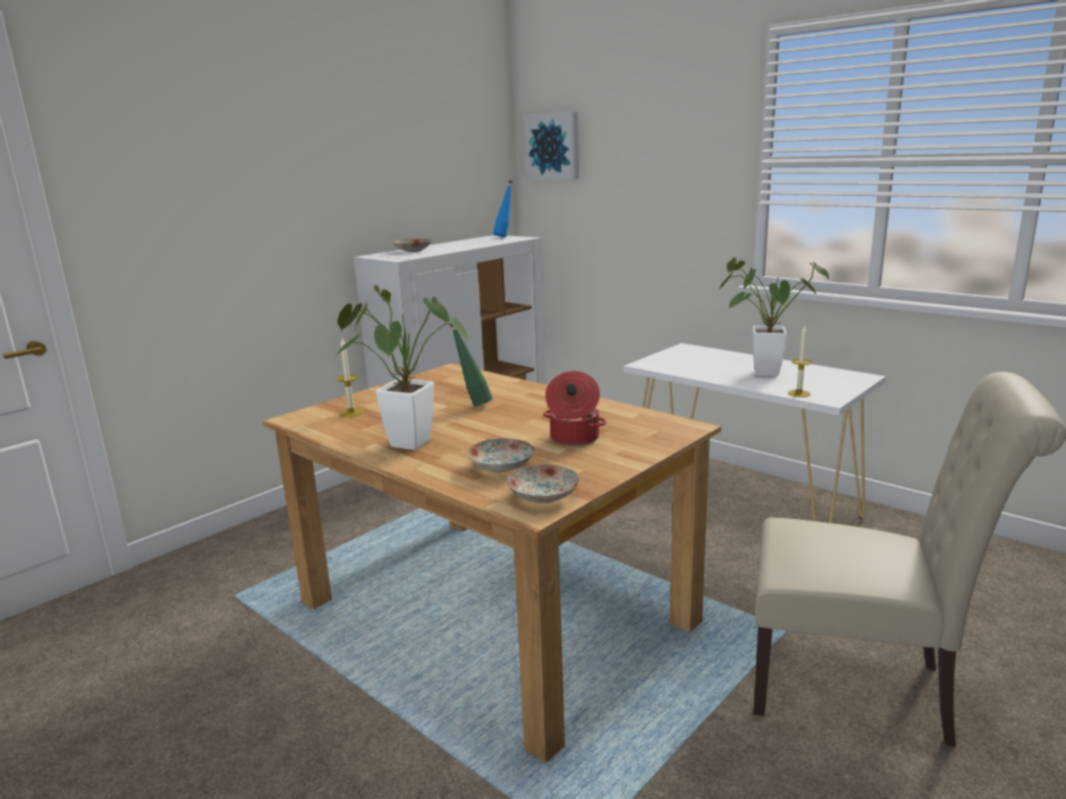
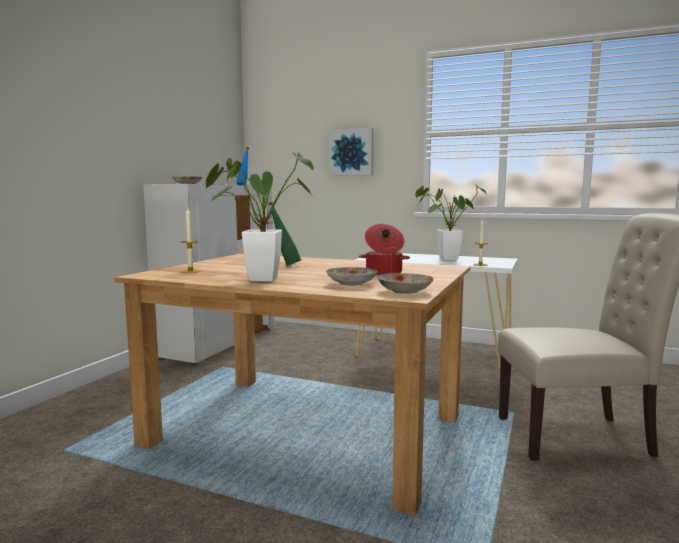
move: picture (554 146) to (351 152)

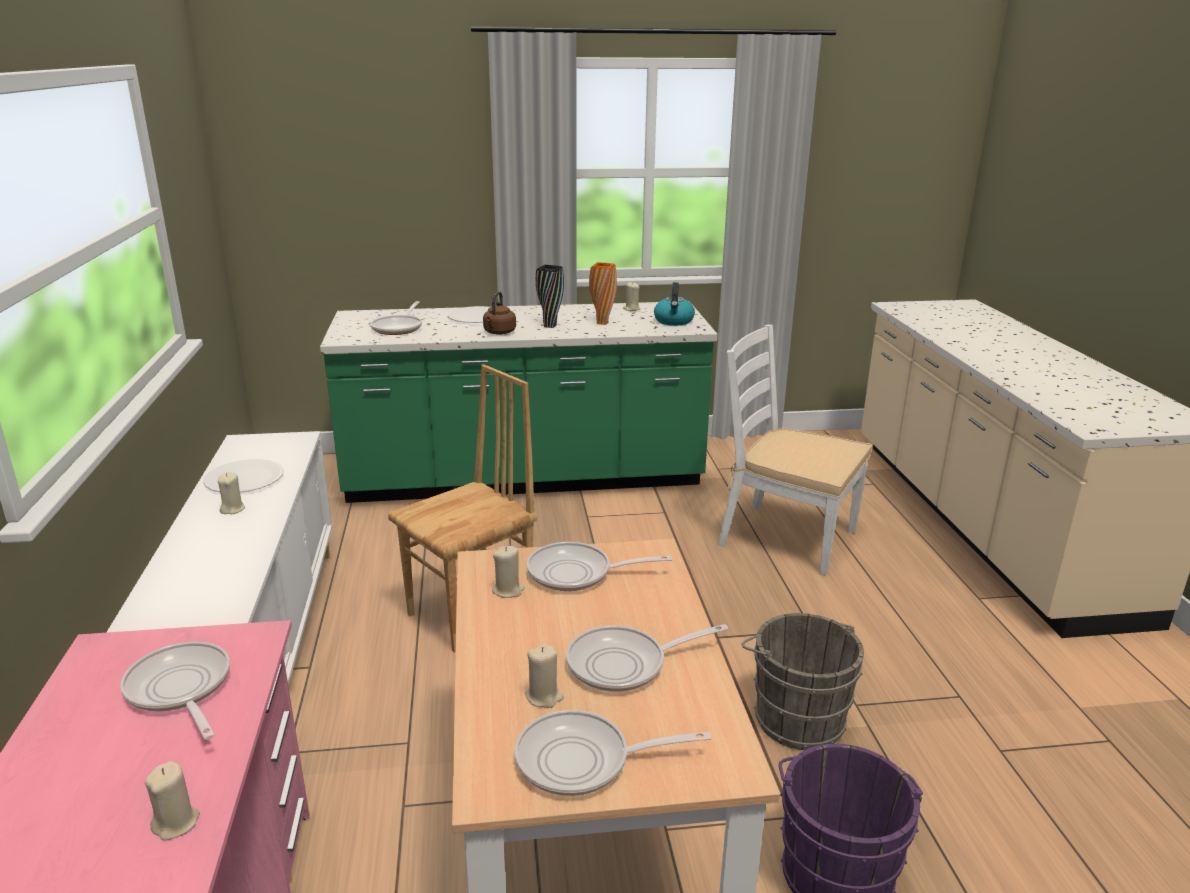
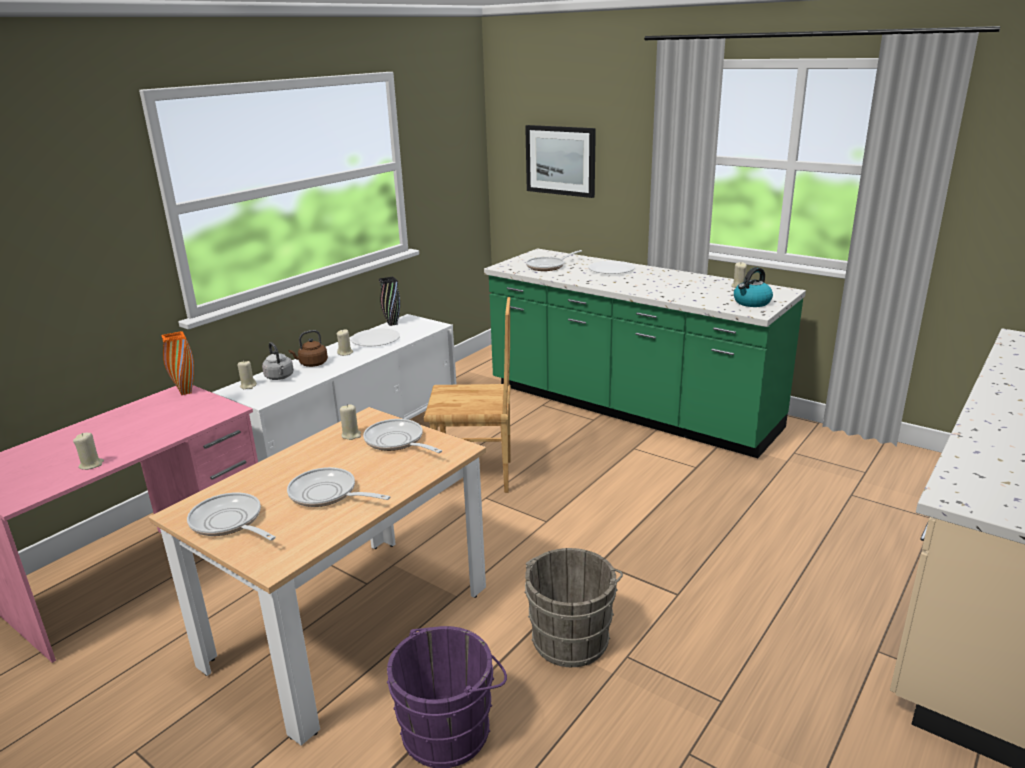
delete: frying pan (180 690); white chair (785 537)
insert: grey kettle (280 377); picture (560 160)
move: orange vase (602 323) to (185 392); beige candle (544 697) to (248 386); brown kettle (499 333) to (312 364); black vase (550 326) to (392 324)

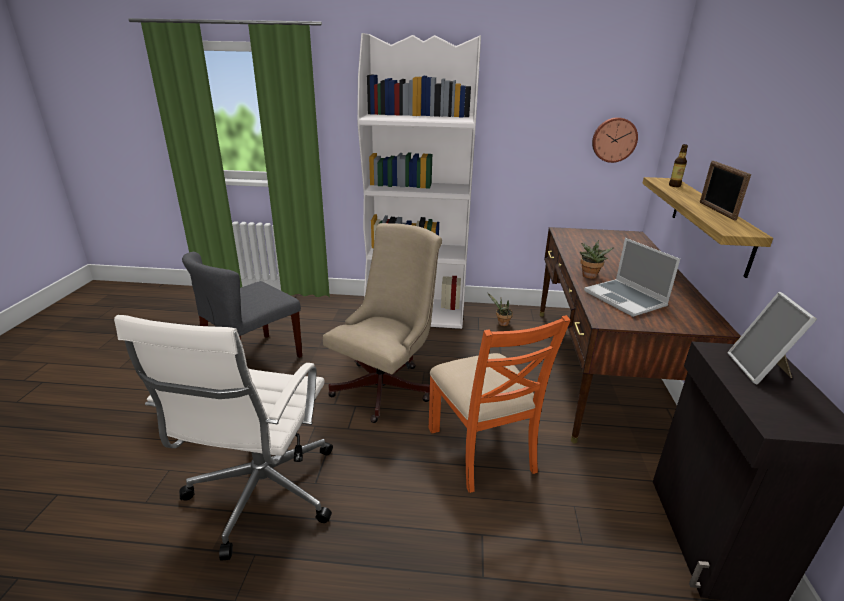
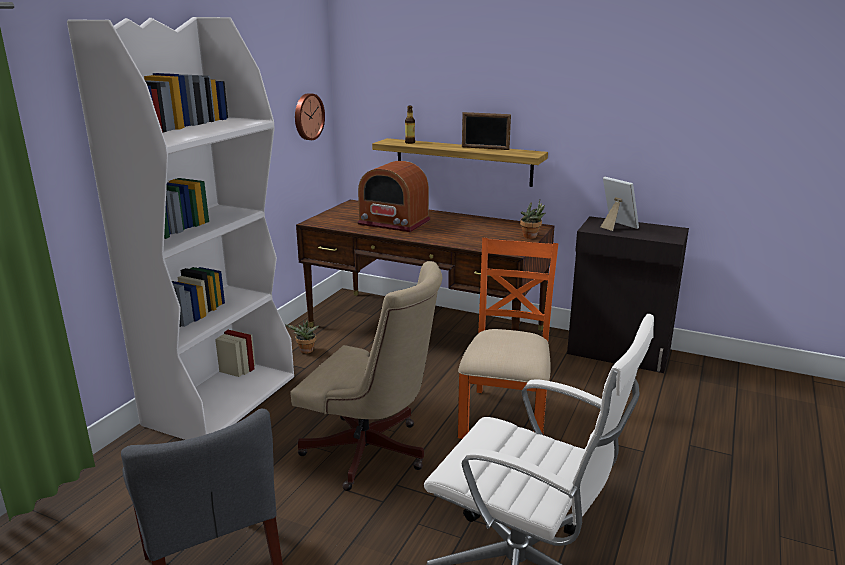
delete: laptop (626 299)
insert: radio (394 222)
move: potted plant (589 277) to (531 237)
rotate: beige office chair (387 386) = (372 454) 150 degrees clockwise; orange chair (482 449) = (505 416) 75 degrees counterclockwise; picture frame (760 370) = (616 226) 150 degrees counterclockwise

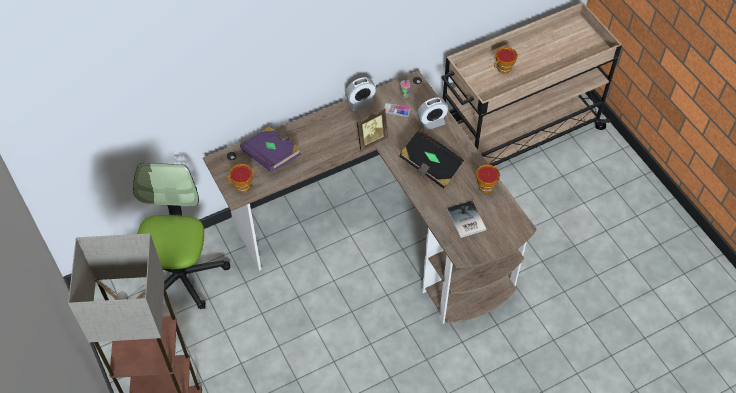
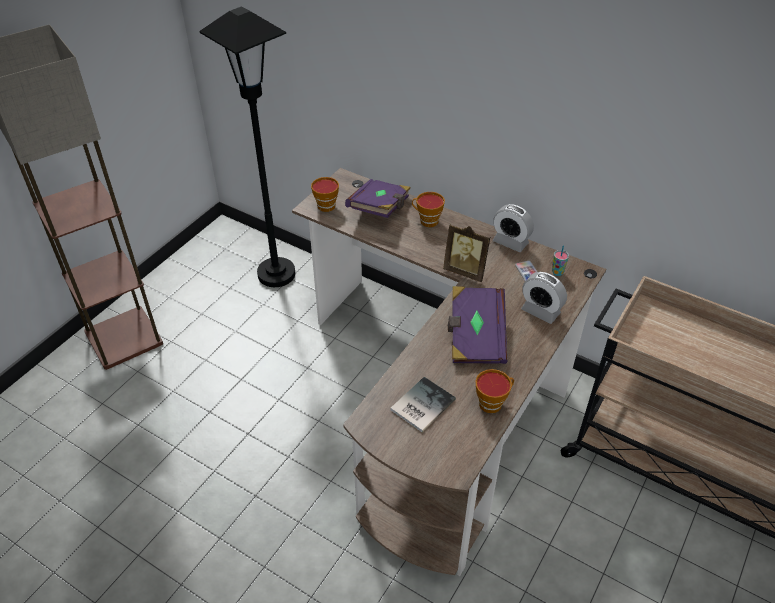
move: cup (502 69) to (426 221)
replace: office chair (182 275) to black floor lamp (276 274)
recolor: black book (430 166) to purple book (475 337)

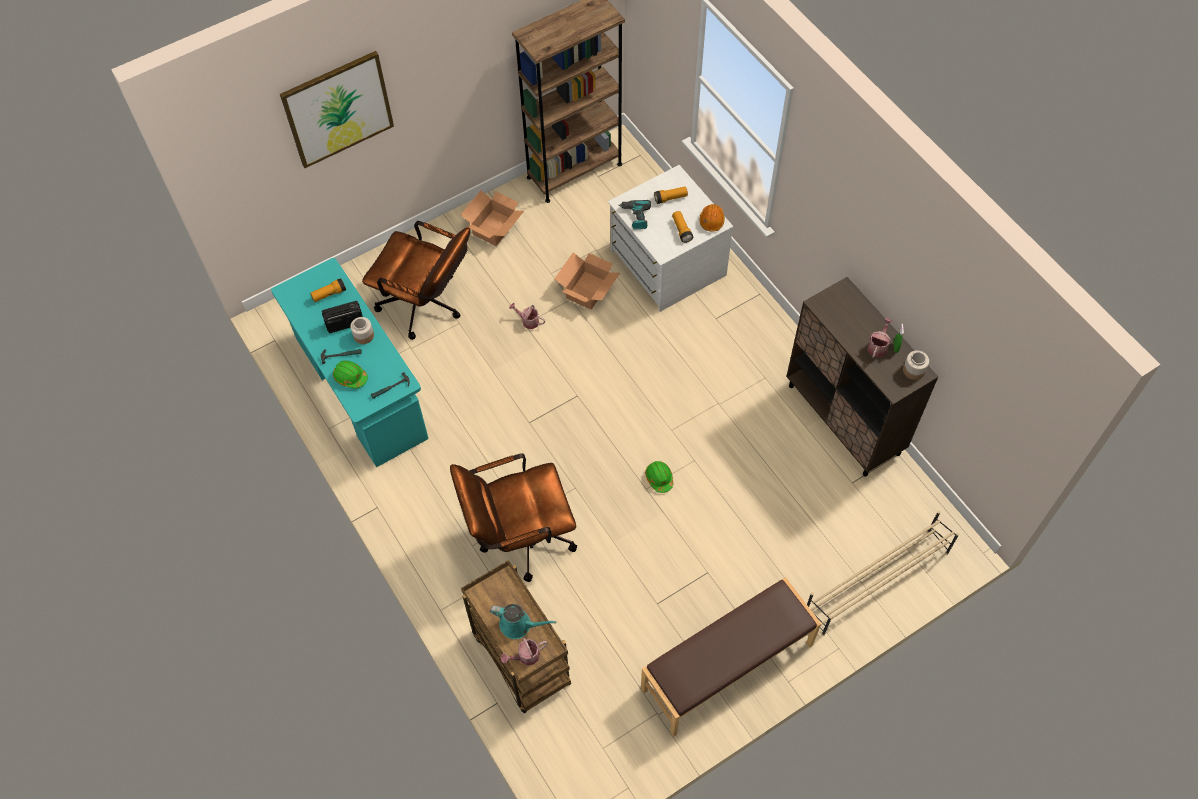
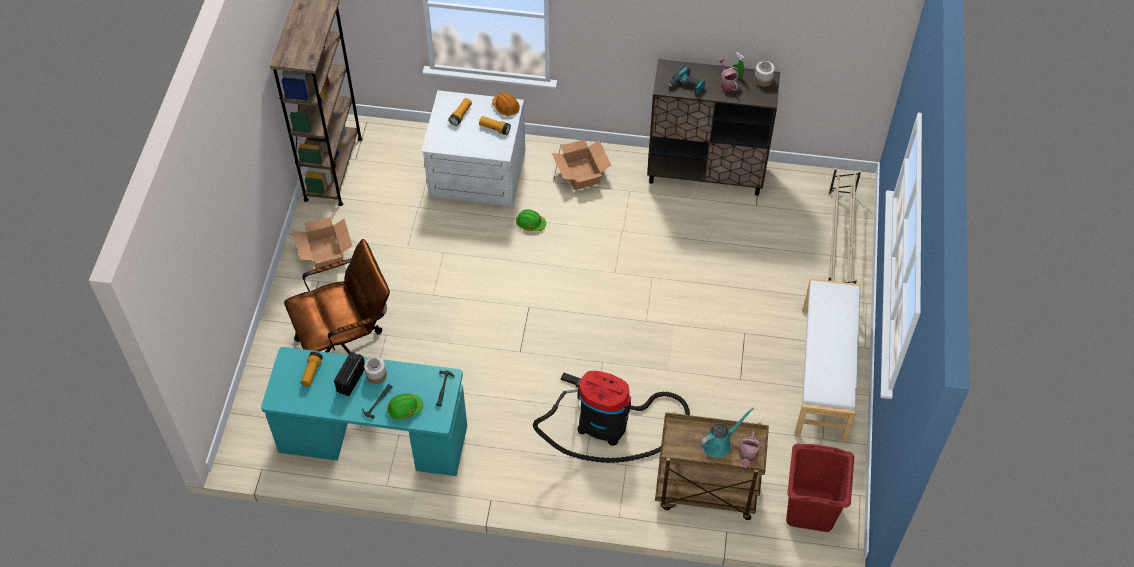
delete: picture (338 109); watering can (528 321)
insert: red laundry basket (809 509)
move: green hard hat (659 478) to (530 223); cardboard box (588 290) to (581 173); power drill (635 217) to (686 86)
replace: brown office chair (519 538) to vacuum cleaner (609 425)
recolor: brown bench (728 667) to white bench (824 373)

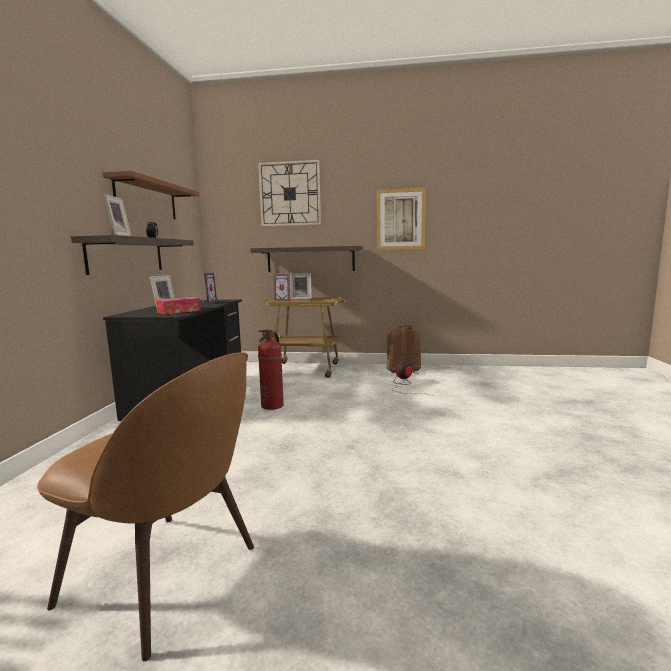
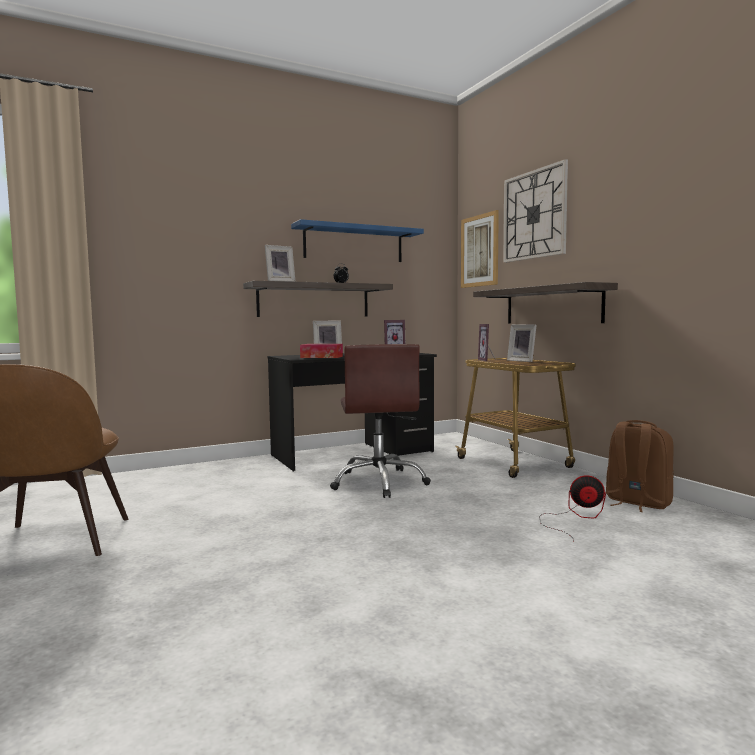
move: picture (400 219) to (479 251)
replace: fire extinguisher (272 406) to brown office chair (379 482)
recolor: brown shelf (146 199) to blue shelf (354 244)

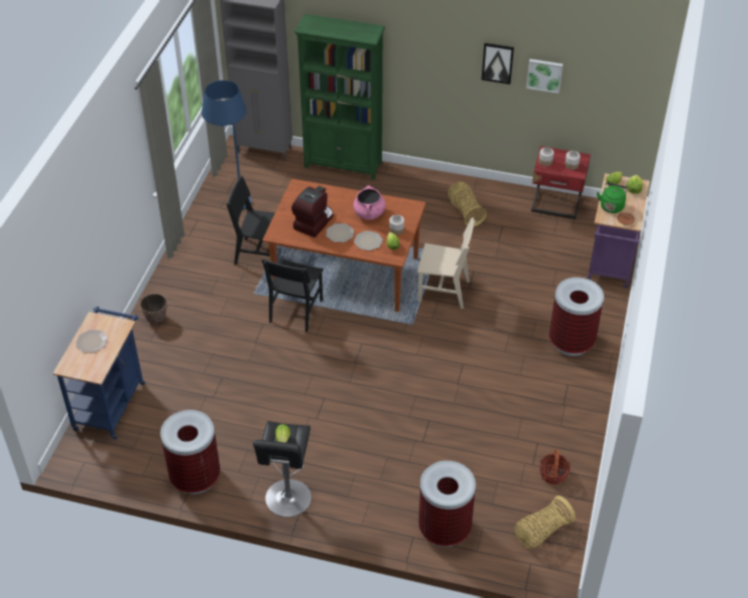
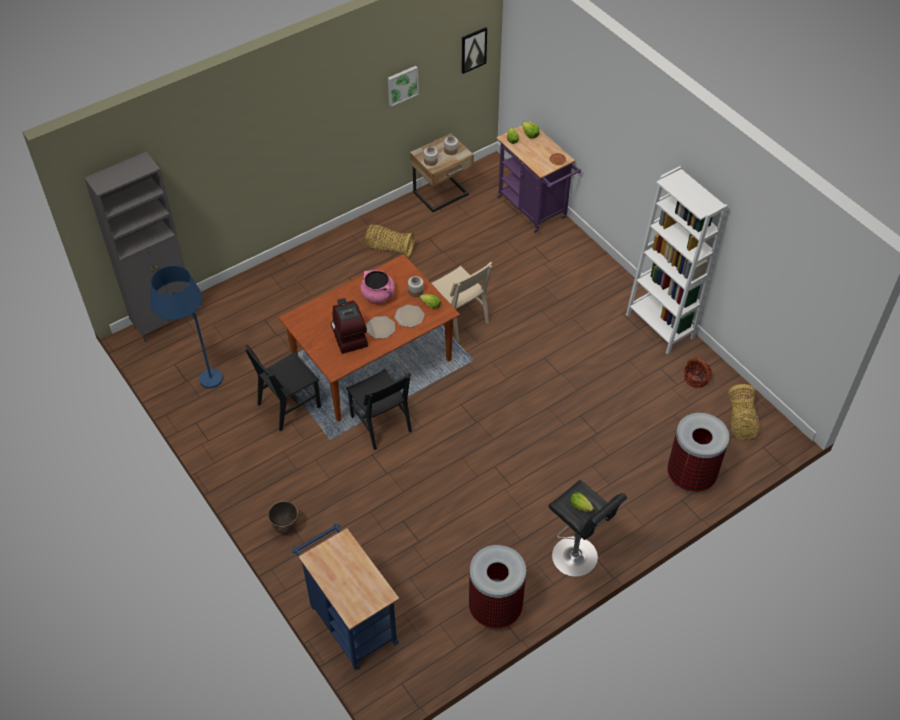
delete: plate (91 341); green bookcase (343 165); trash can (571 342); green kettle (611 206)
insert: white bookcase (659 326)
move: picture (497 62) to (473 50)
recolor: red nightstand (556 205) to beige nightstand (442 195)
rotate: beige chair (444 291) = (459 318) 90 degrees clockwise

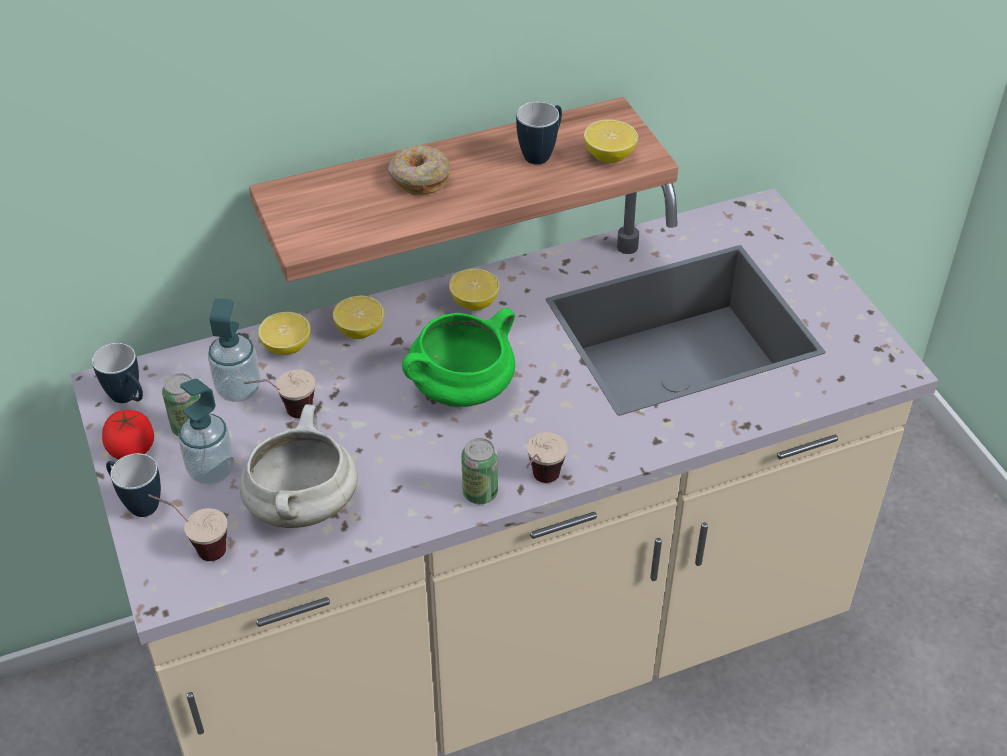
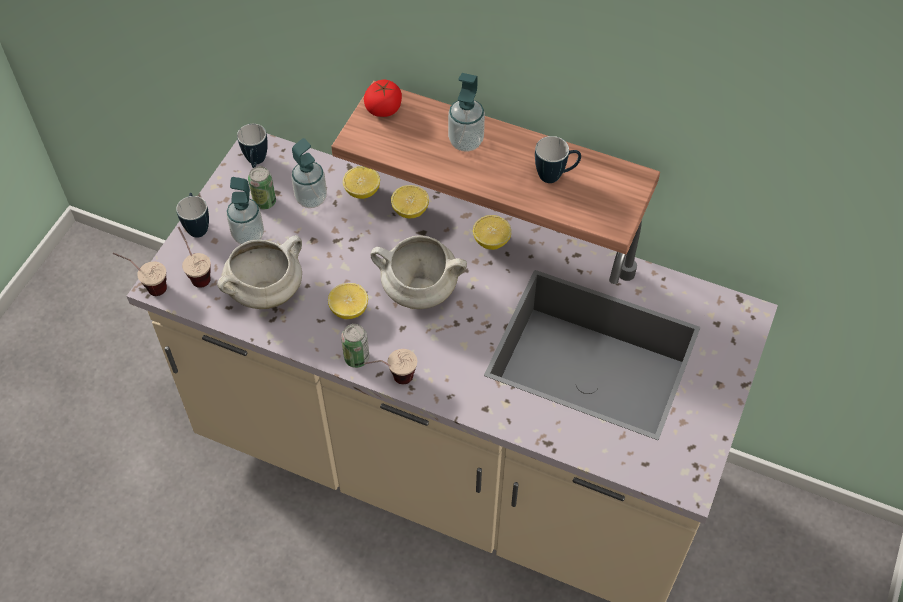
move: cup (285 415) to (146 286); lemon (609 156) to (349 309); tomato (131 447) to (383 108)
replace: donut (419 178) to soap dispenser (466 141)
recolor: green cooking pot (461 391) to white cooking pot (418 290)

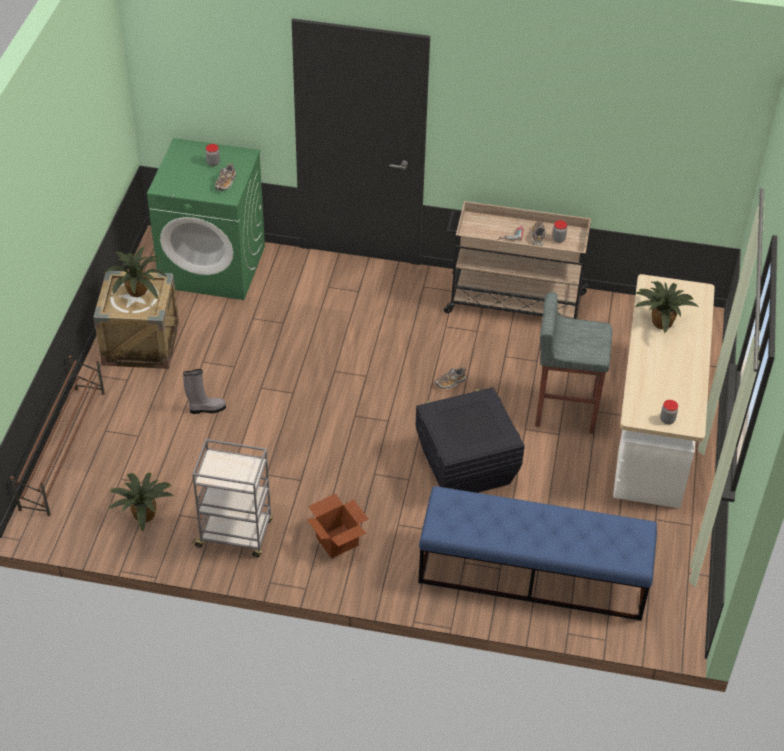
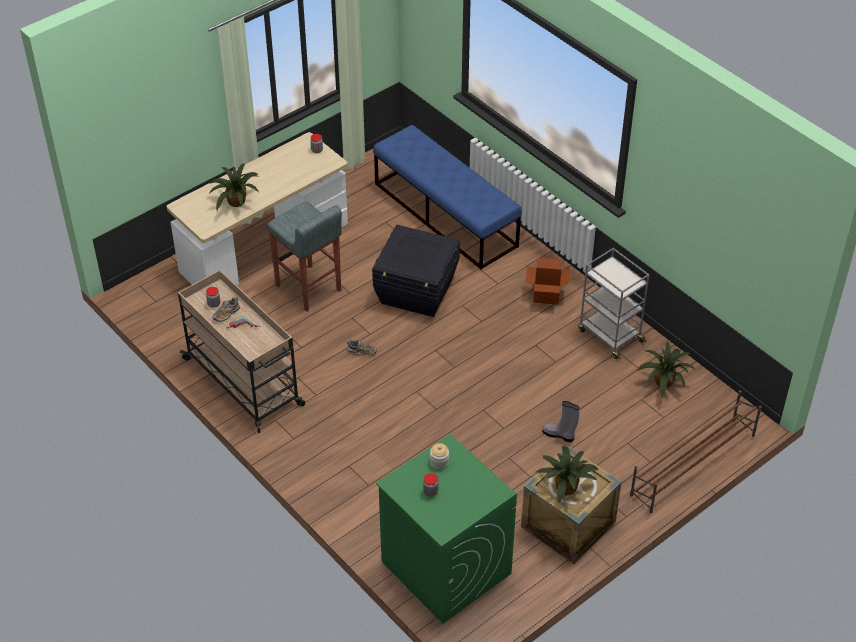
replace: shoe (225 183) to jar (439 462)

